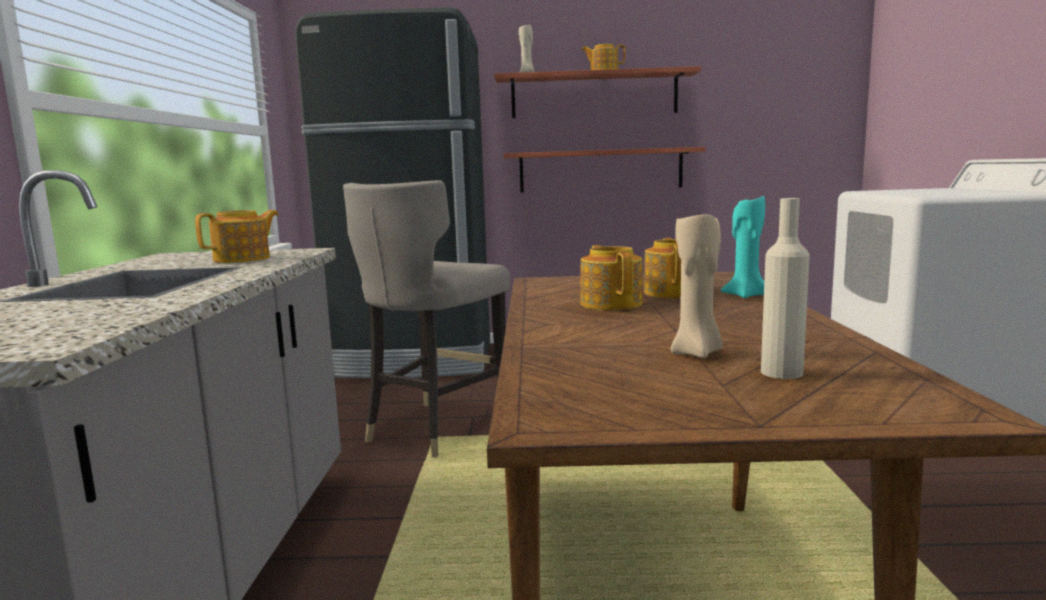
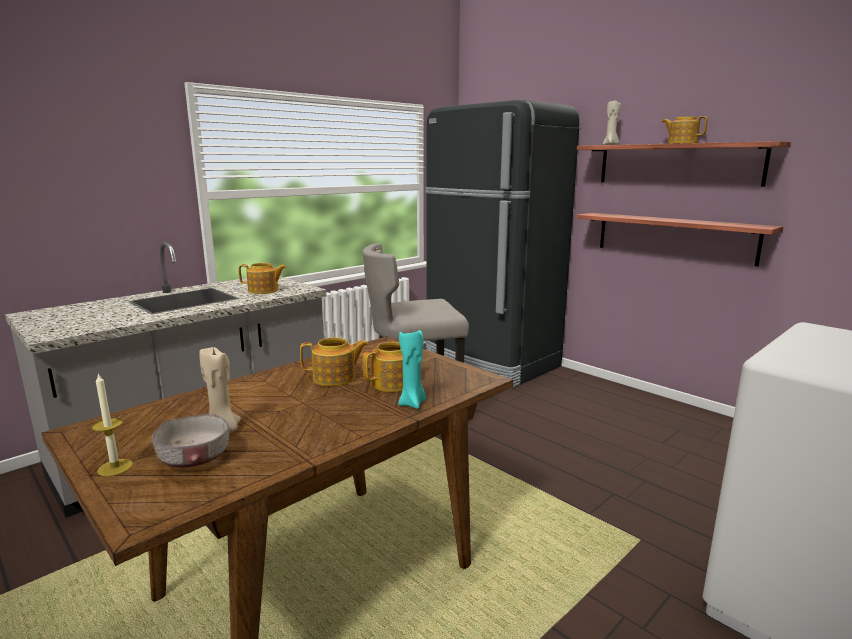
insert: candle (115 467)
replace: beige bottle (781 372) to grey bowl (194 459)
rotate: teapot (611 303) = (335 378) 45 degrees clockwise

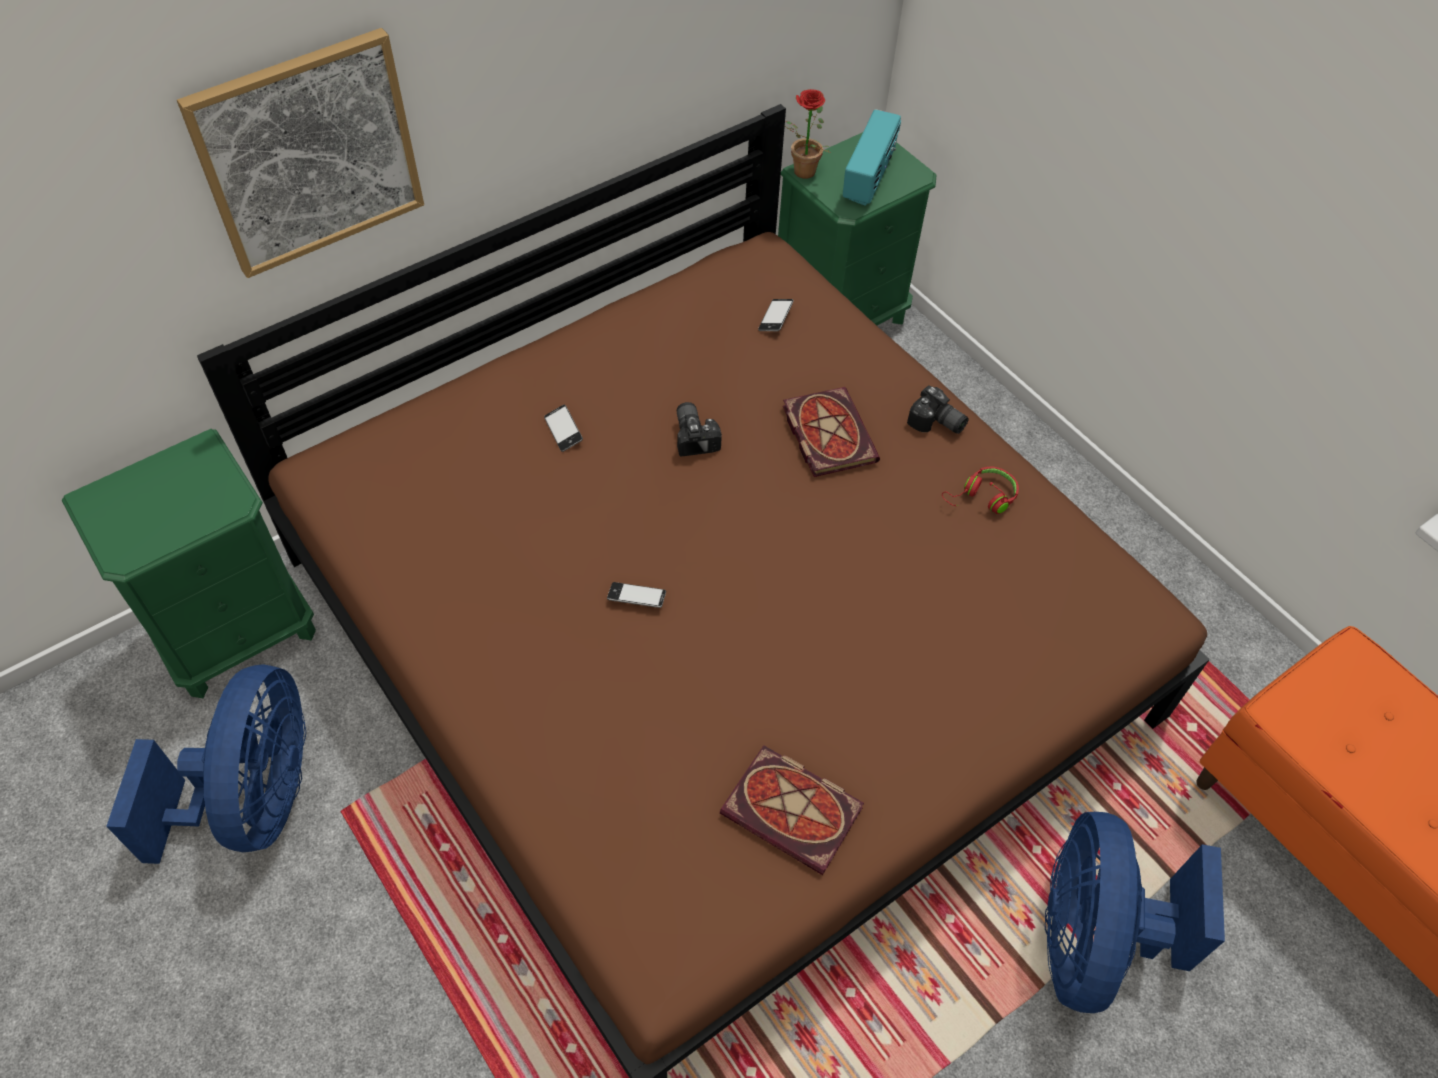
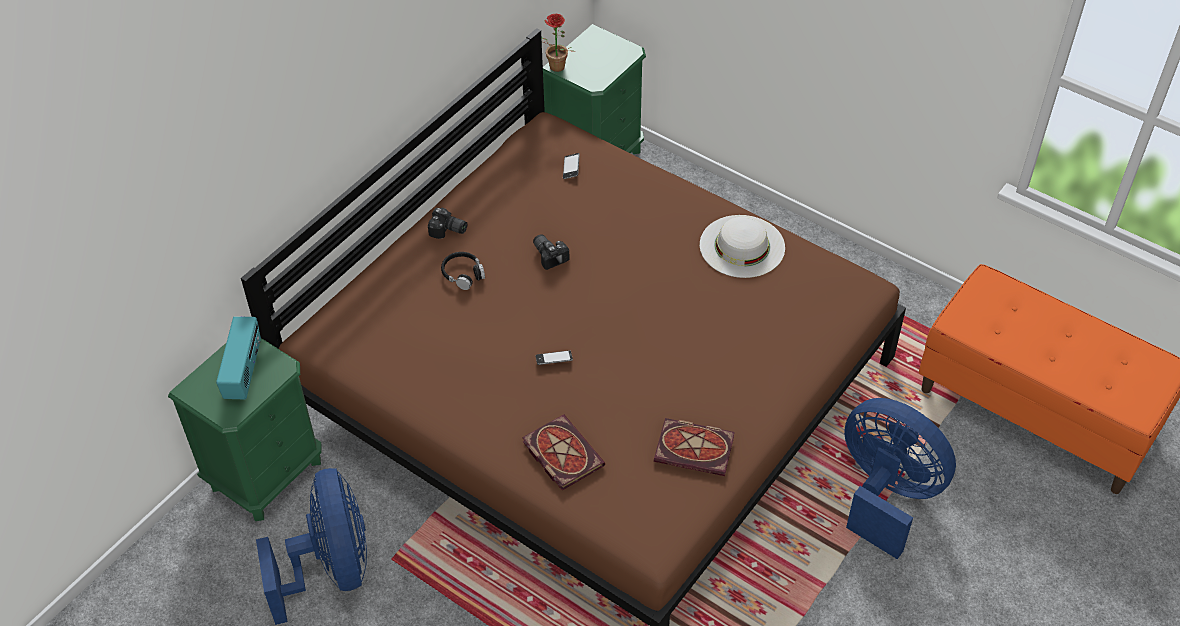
delete: picture (308 153)
move: radio (869 179) to (244 372); photo camera (936 423) to (448 231); book (826 433) to (560 453)
replace: phone (563 431) to black headphones (463 274); red headphones (982 498) to white hat (742 246)
rotate: blue fan (1091 938) = (886 494) 135 degrees clockwise

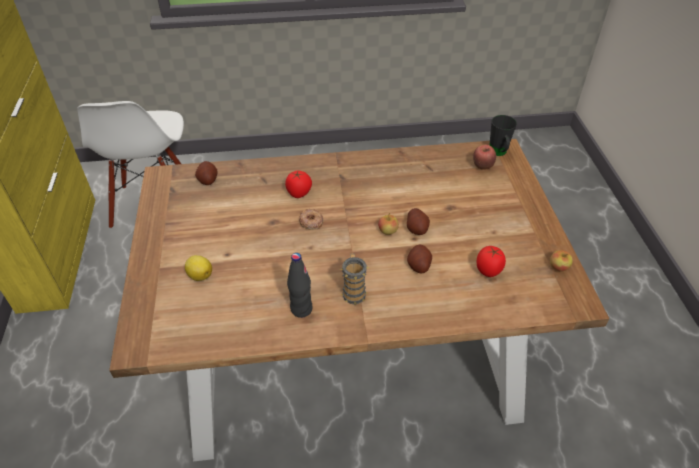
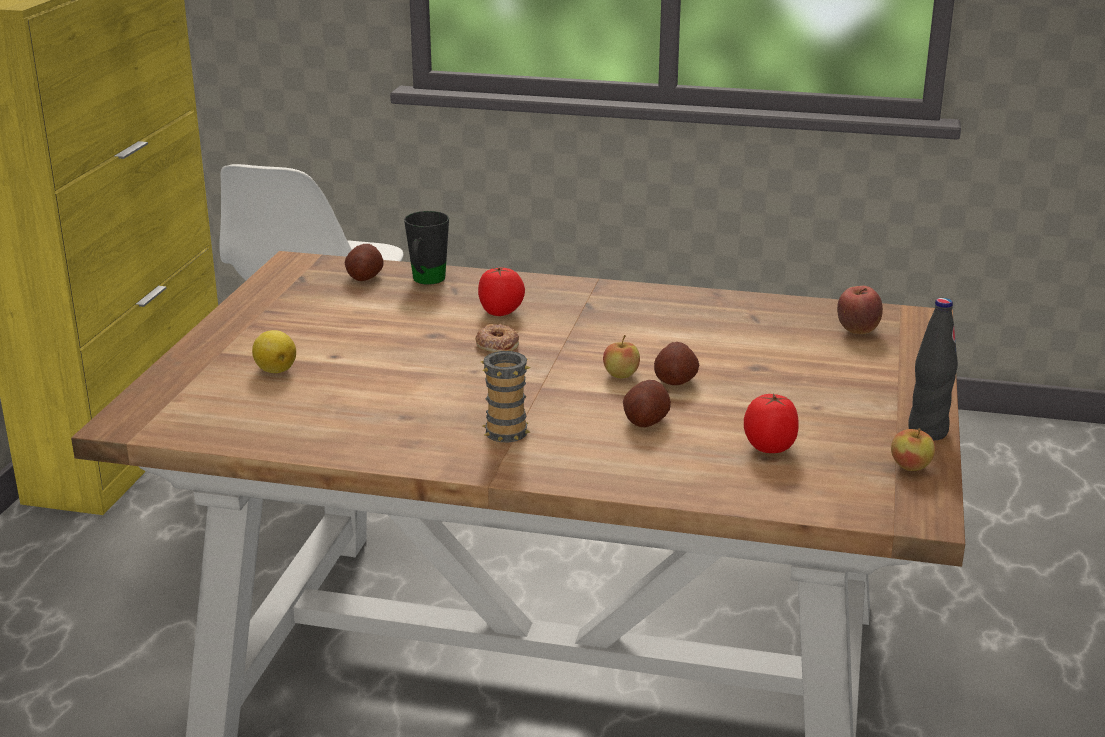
move: black mug (499 153) to (426 282); black bottle (301 309) to (927 432)

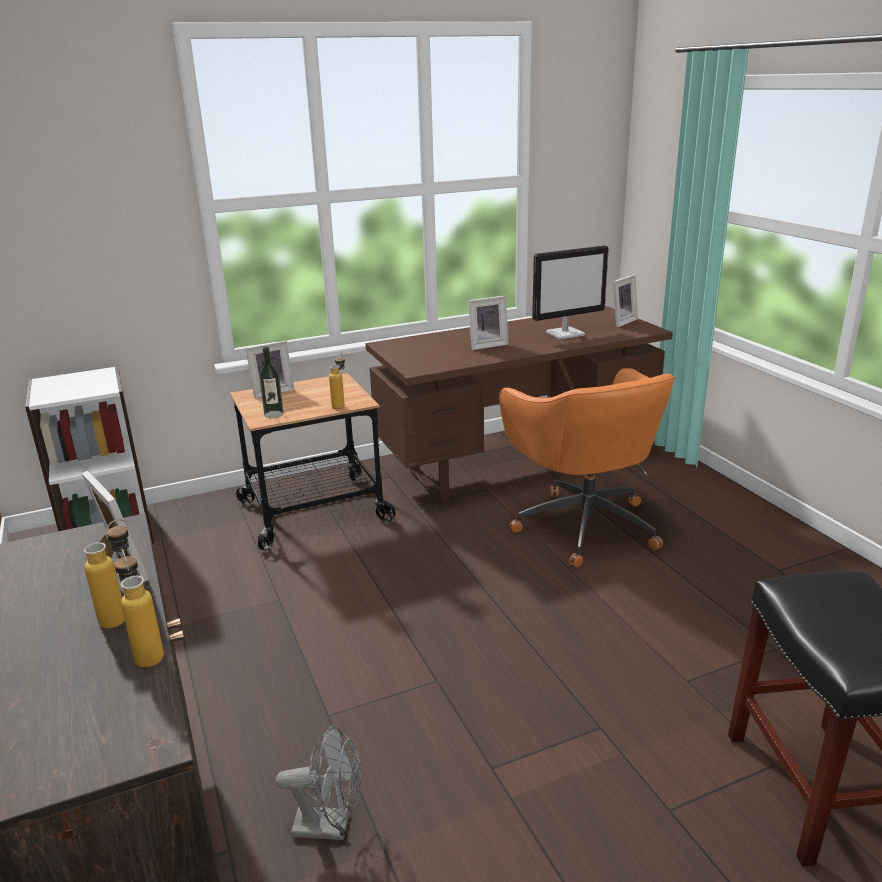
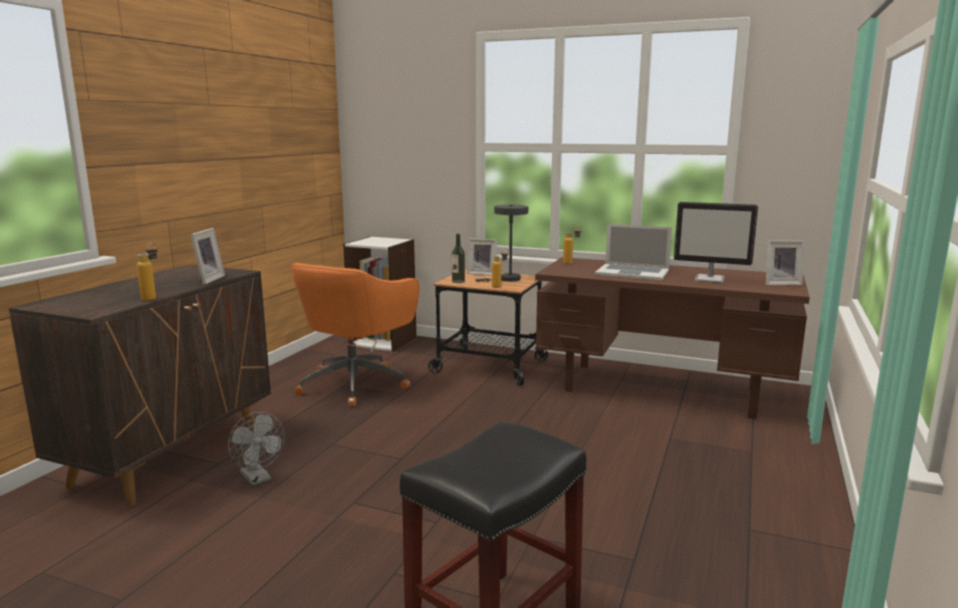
insert: grey table lamp (506 279)
move: orange office chair (584 524) to (356 383); bottle (123 616) to (571 263)
replace: picture frame (487 345) to laptop (632 272)

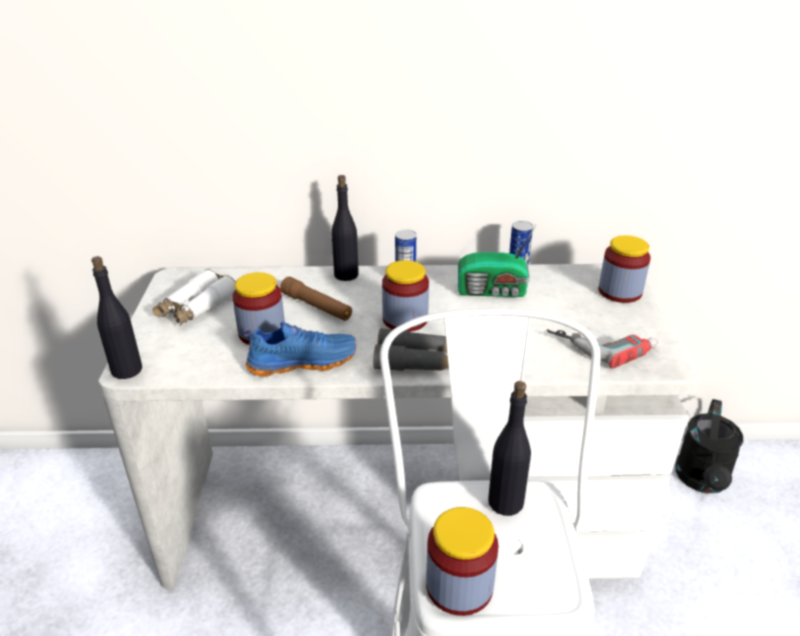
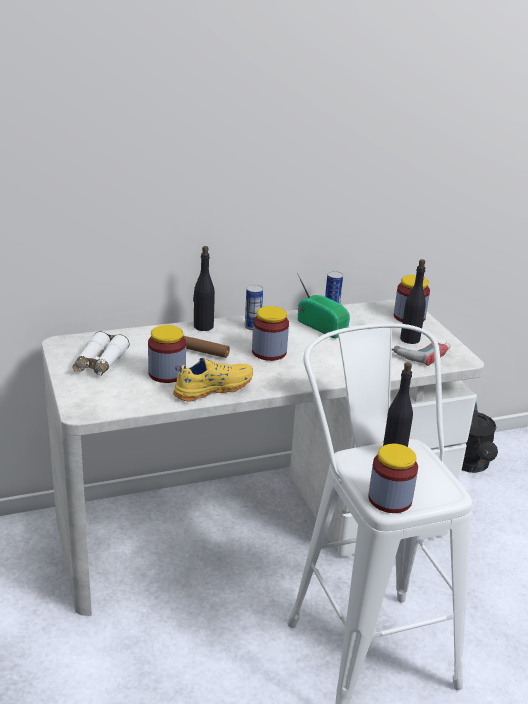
delete: grey binoculars (419 361)
move: black bottle (127 370) to (409 339)
recolor: blue shoe (302 361) to yellow shoe (212 388)
rotate: radio (493 291) = (321 326) 120 degrees counterclockwise

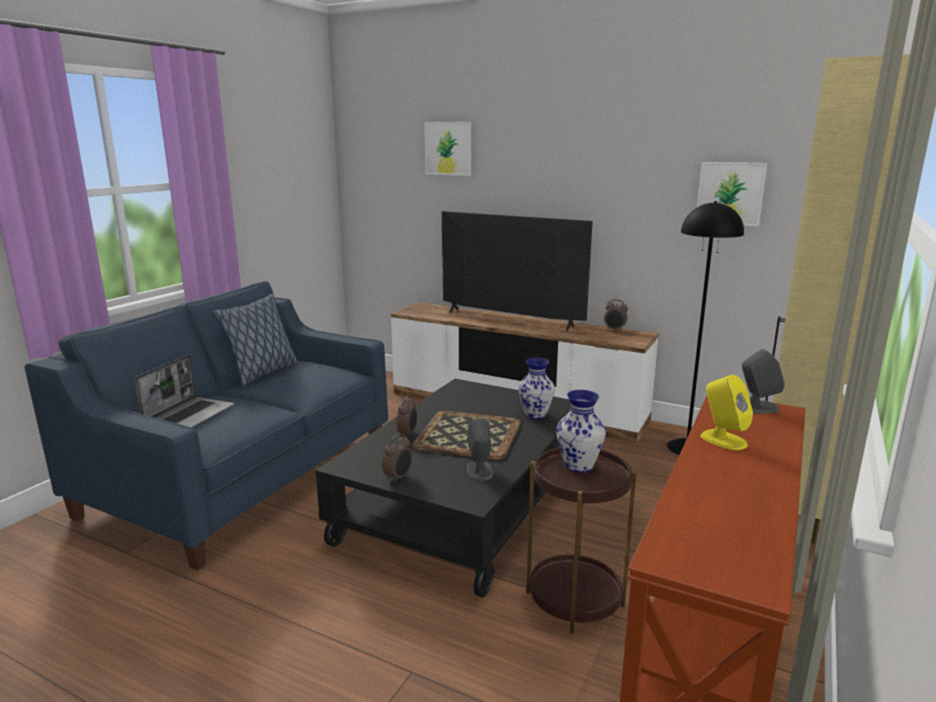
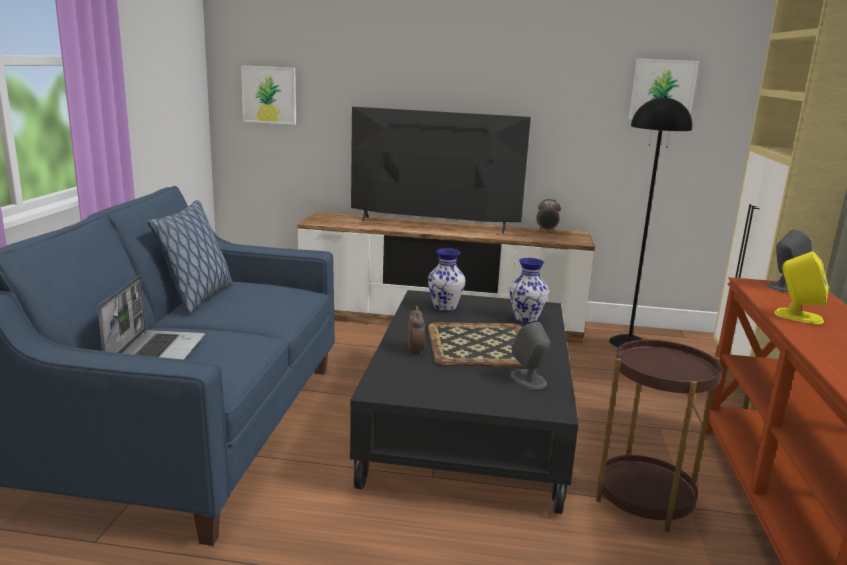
delete: alarm clock (398 477)
move: picture (448 148) to (269 95); vase (578 466) to (445 308)

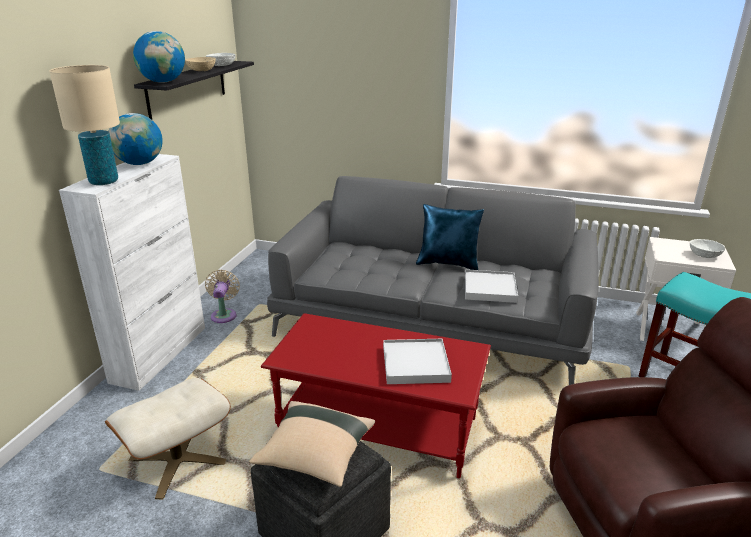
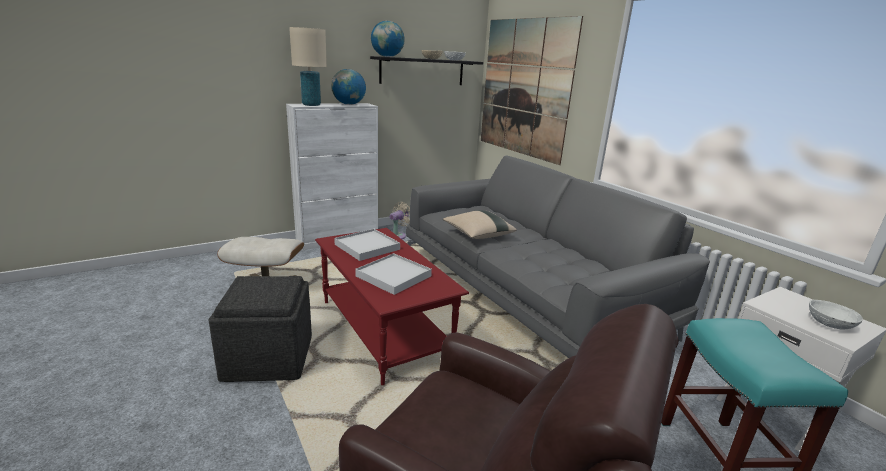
delete: blue pillow (448 264)
insert: picture (524 88)
move: white tray (490 288) to (367 247); beige pillow (315 455) to (477 235)

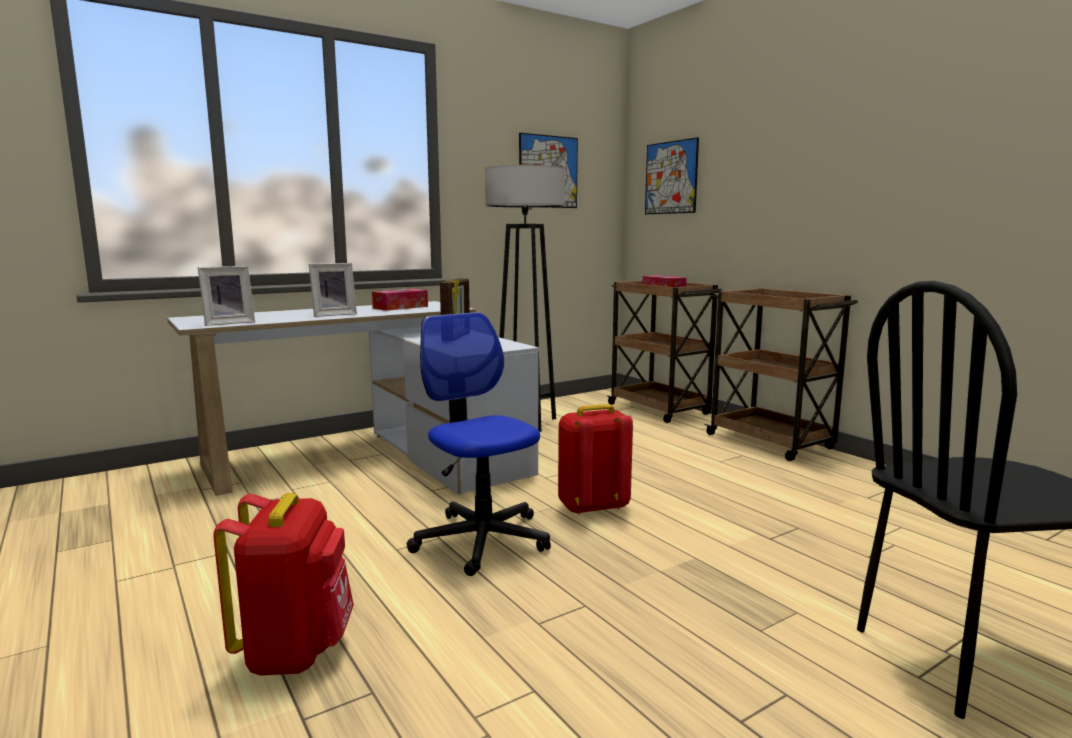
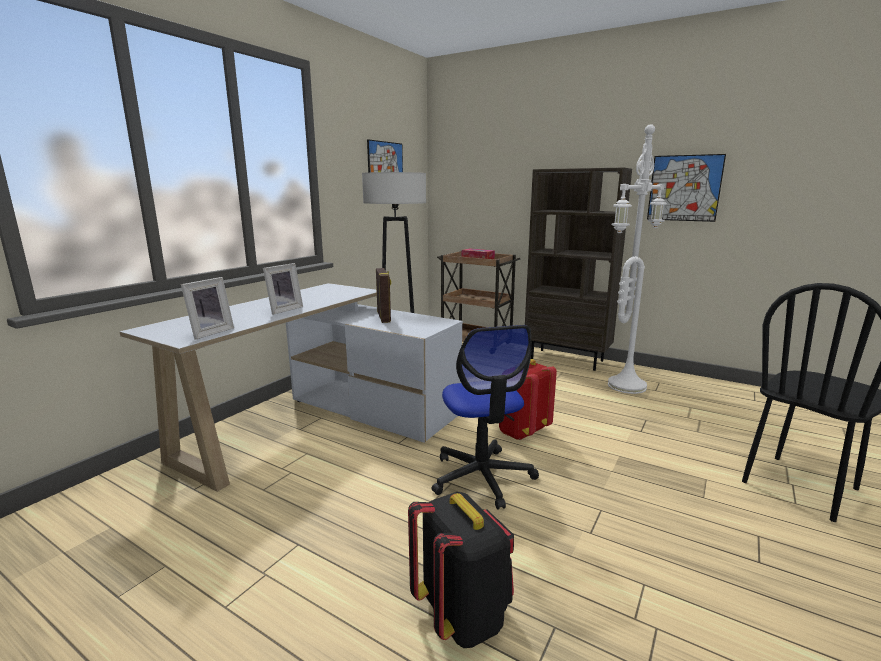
delete: tissue box (400 307)
insert: white floor lamp (625 385)
move: picture (671 177) to (684 188)
replace: brown cart (771 442) to brown bookcase (567 359)
recolor: red backpack (295 651) to black backpack (463 615)
rotate: office chair (481 540) = (482 477) 135 degrees counterclockwise

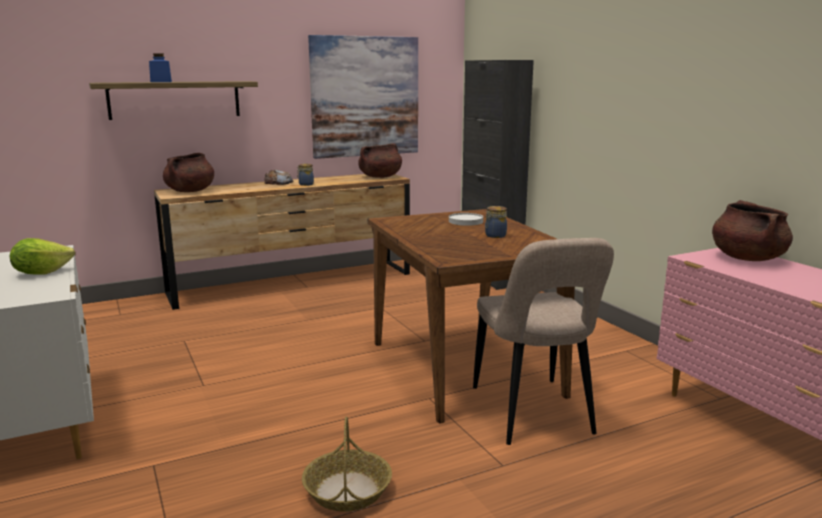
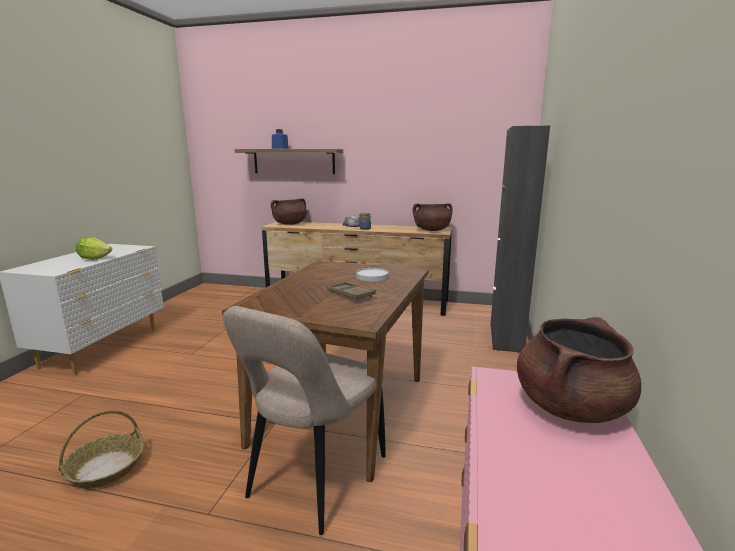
delete: picture (365 97)
replace: jar (494 236) to brown tray (350 294)

